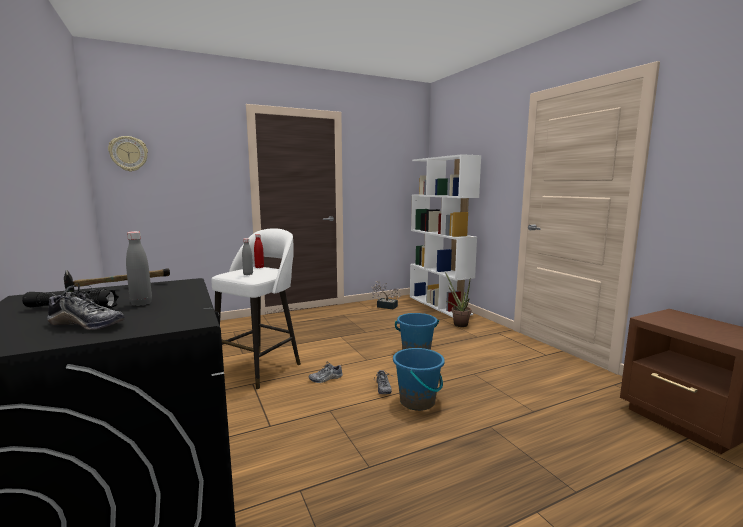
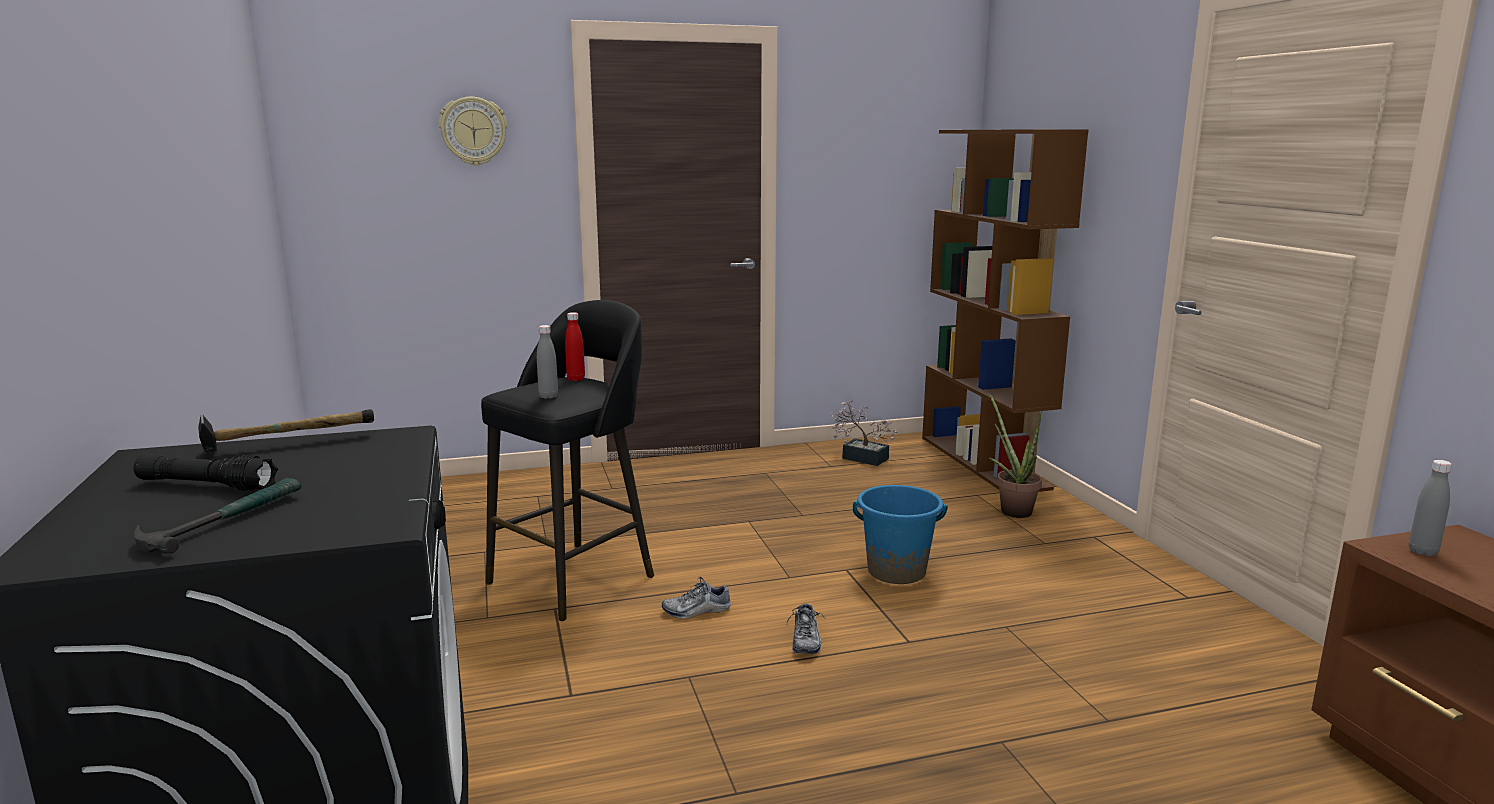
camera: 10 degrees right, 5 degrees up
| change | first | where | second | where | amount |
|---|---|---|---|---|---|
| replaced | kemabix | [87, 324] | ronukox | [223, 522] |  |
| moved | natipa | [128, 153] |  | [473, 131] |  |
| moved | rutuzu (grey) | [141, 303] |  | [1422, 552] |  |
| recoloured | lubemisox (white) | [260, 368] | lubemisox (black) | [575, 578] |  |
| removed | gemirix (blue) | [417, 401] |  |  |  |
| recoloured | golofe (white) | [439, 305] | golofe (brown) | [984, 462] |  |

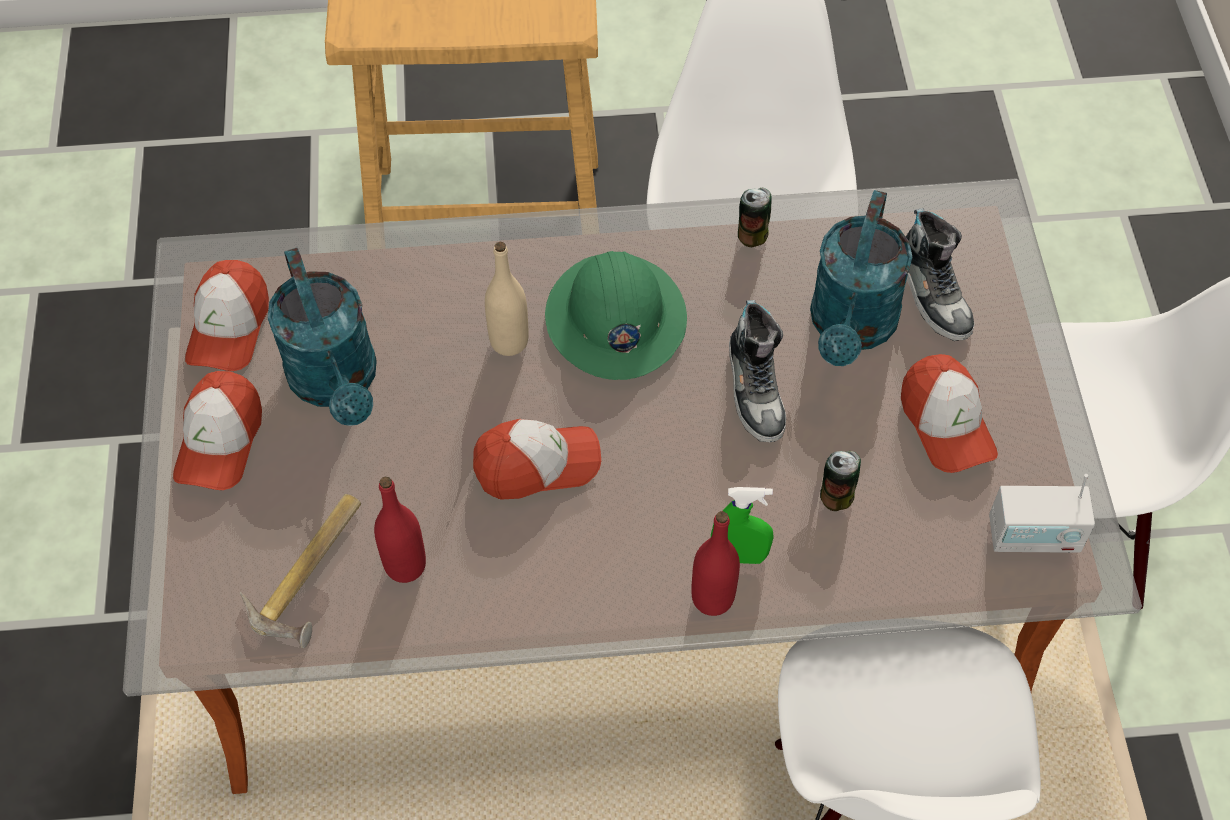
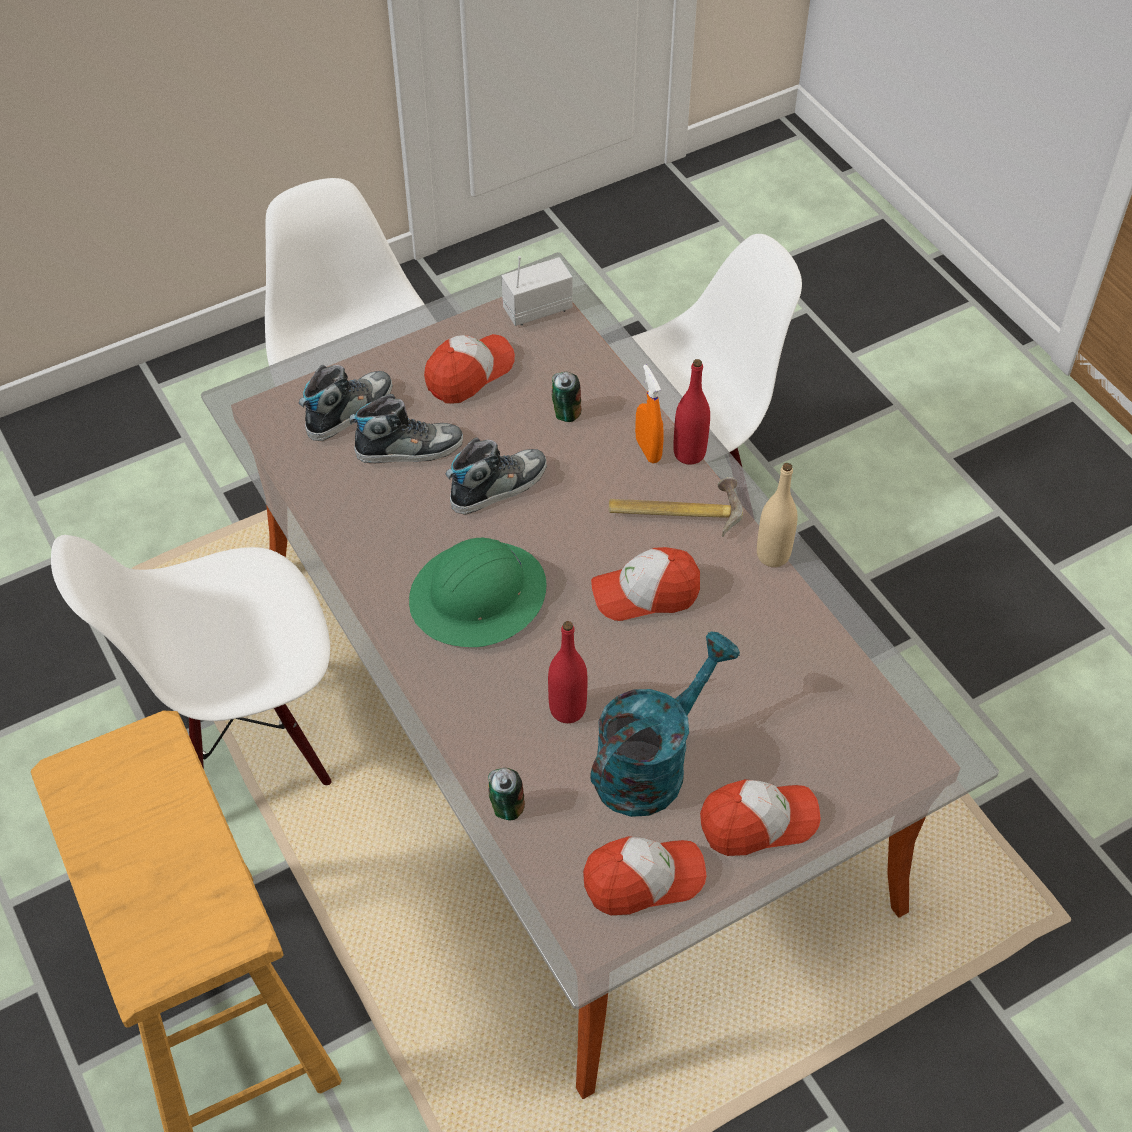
camera: 115 degrees left, 5 degrees down
| change | first | where | second | where | amount |
|---|---|---|---|---|---|
| moved | ronukox | [314, 572] |  | [675, 510] |  |
| moved | rutuzu (red) | [405, 565] |  | [567, 709] |  |
| turned | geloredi | [537, 465] |  | [645, 593] | 60 degrees counterclockwise |
| moved | rutuzu (beige) | [509, 341] |  | [773, 555] |  |
| recoloured | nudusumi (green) | [739, 556] | nudusumi (orange) | [648, 450] |  |
| moved | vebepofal | [752, 235] |  | [506, 808] |  |
| replaced | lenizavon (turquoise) | [851, 328] | kemabix | [409, 448] |  |
| turned | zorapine | [1034, 536] |  | [537, 309] | 90 degrees counterclockwise |

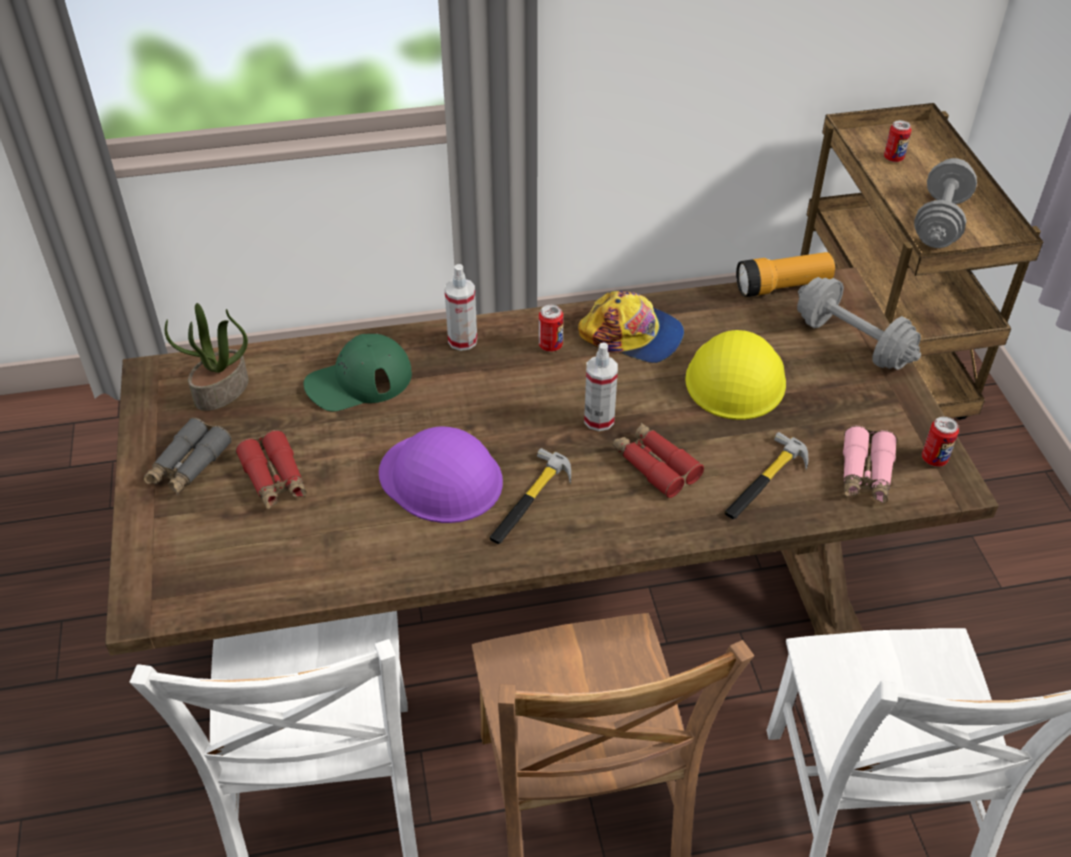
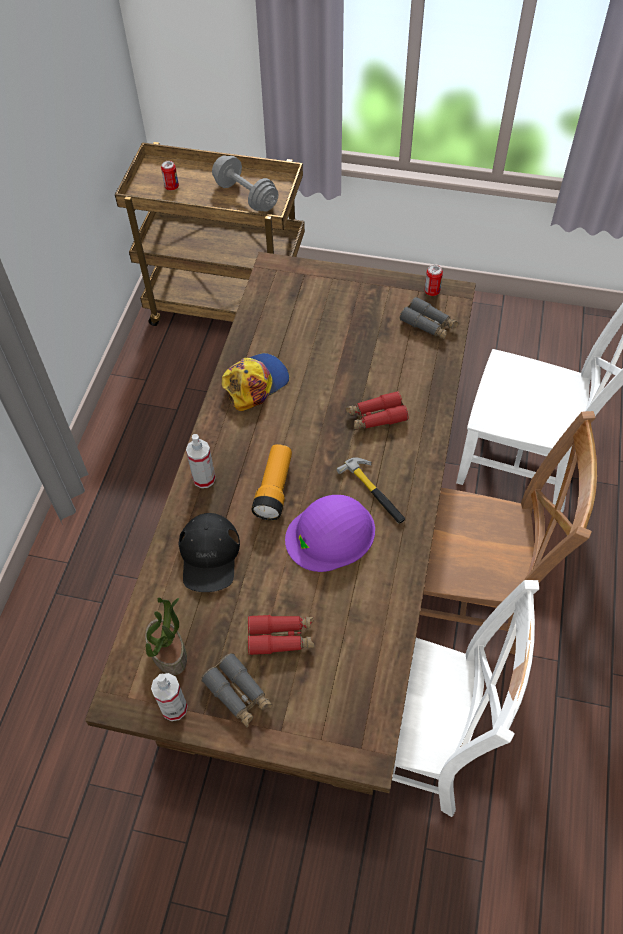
camera: 65 degrees left, 10 degrees up
| change | first | where | second | where | amount |
|---|---|---|---|---|---|
| recoloured | geloredi (green) | [358, 381] | geloredi (black) | [209, 556] |  |
| removed | vebepofal | [550, 345] |  |  |  |
| moved | nudusumi | [599, 420] |  | [174, 708] |  |
| removed | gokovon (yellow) | [735, 378] |  |  |  |
| removed | ronukox | [764, 482] |  |  |  |
| moved | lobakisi | [783, 286] |  | [274, 489] |  |
| removed | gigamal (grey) | [852, 342] |  |  |  |
| recoloured | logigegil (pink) | [865, 473] | logigegil (grey) | [428, 324] |  |

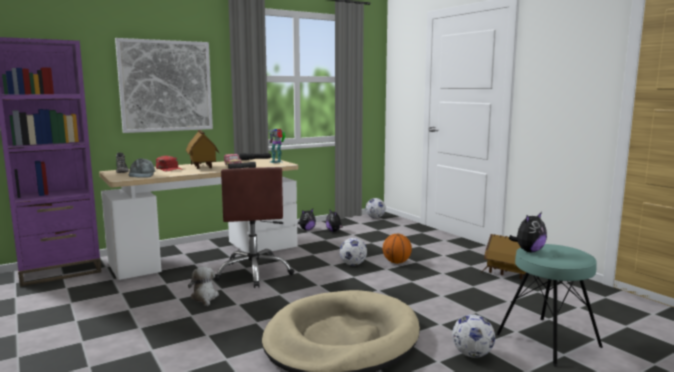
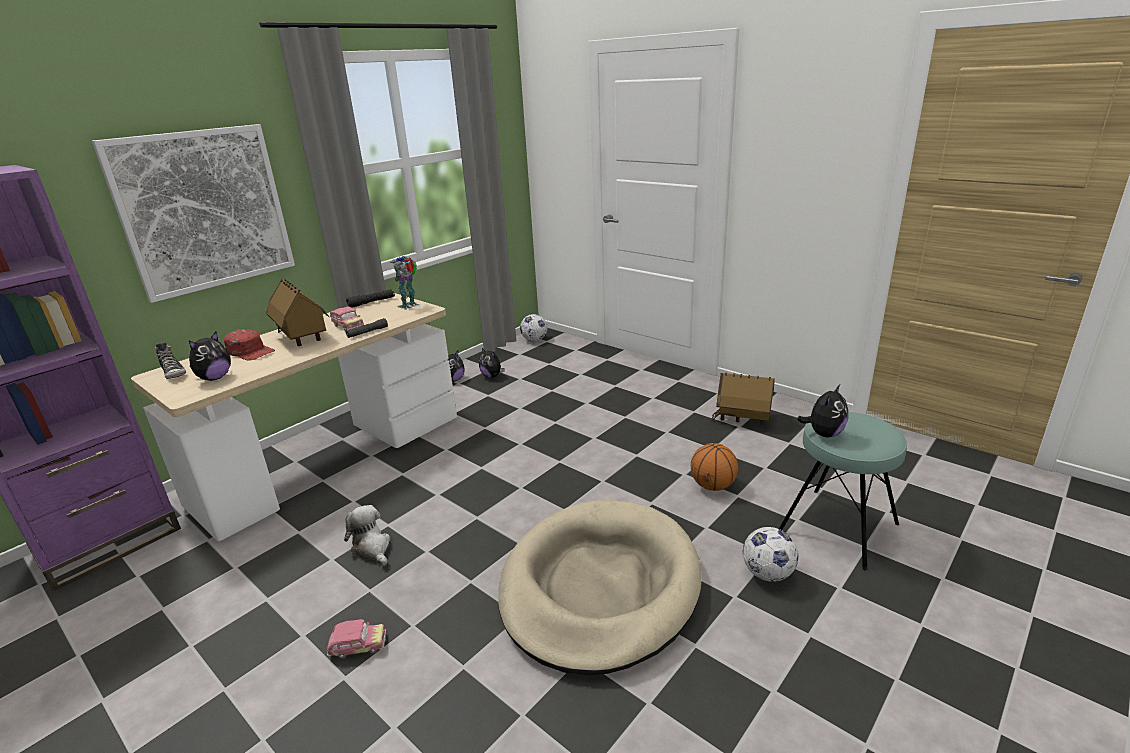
camera: 15 degrees left, 15 degrees up
| change | first | where | second | where | amount |
|---|---|---|---|---|---|
| replaced | geloredi (grey) | [142, 175] | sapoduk | [214, 378] |  |
| removed | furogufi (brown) | [254, 273] |  |  |  |
| removed | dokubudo | [353, 264] |  |  |  |
| moved | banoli | [396, 262] |  | [713, 486] |  |
| added |  |  | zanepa | [358, 647] |  |

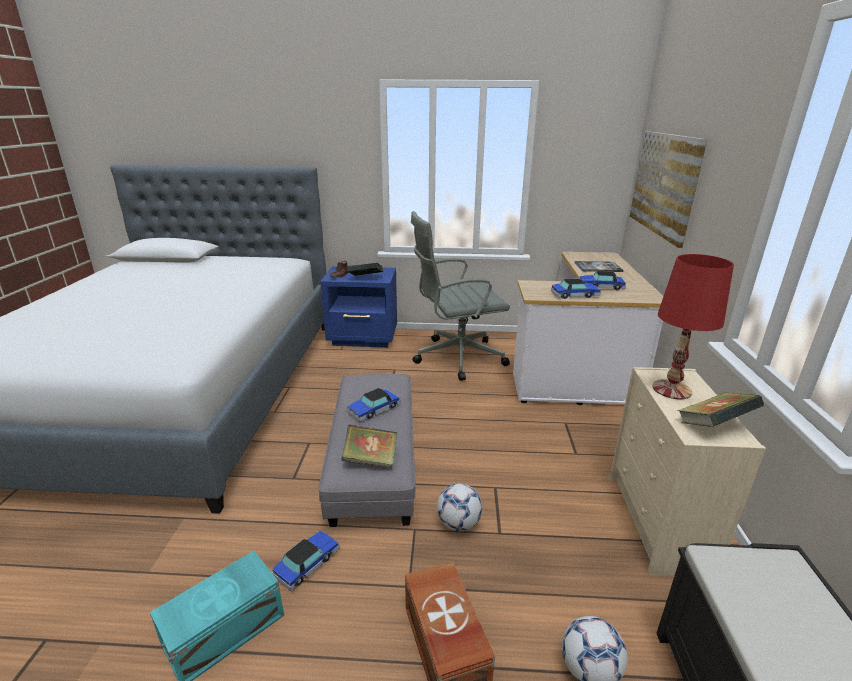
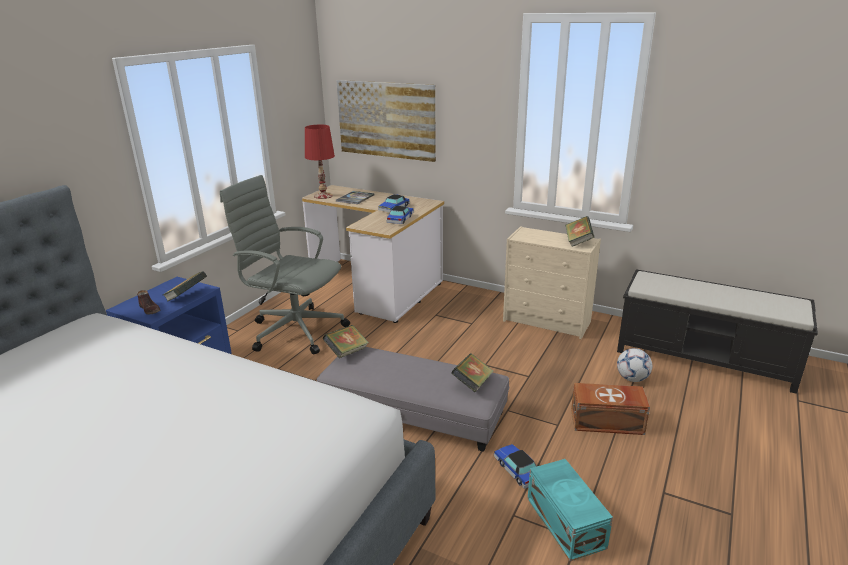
camera: 65 degrees left, 0 degrees up
| change | first | where | second | where | amount |
|---|---|---|---|---|---|
| removed | zanepa | [374, 409] |  |  |  |
| turned | furogufi (grey) | [456, 357] |  | [295, 330] | 105 degrees clockwise |
| removed | dokubudo | [458, 523] |  |  |  |
| moved | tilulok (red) | [671, 389] |  | [323, 196] |  |
| added |  |  | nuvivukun | [347, 352] |  |

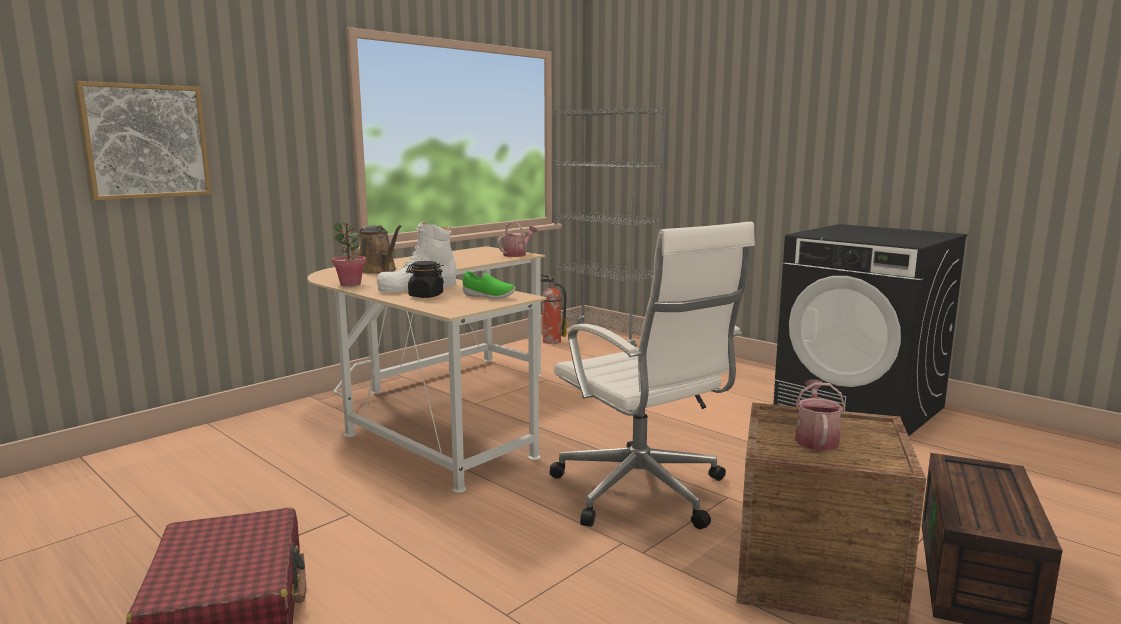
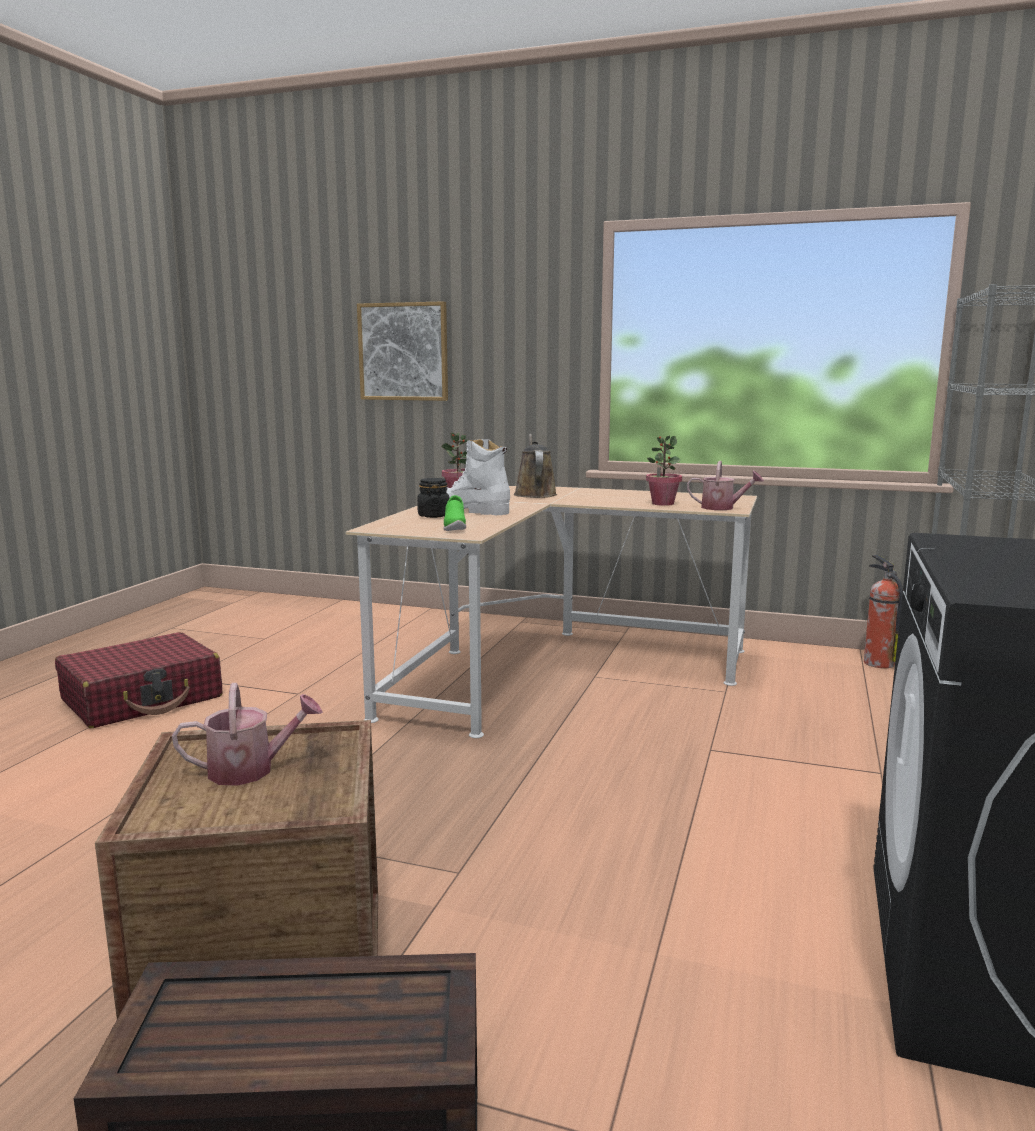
camera: 65 degrees right, 0 degrees up
| change | first | where | second | where | amount |
|---|---|---|---|---|---|
| turned | lenizavon (brown) | [379, 271] |  | [534, 494] | 150 degrees clockwise |
| removed | furogufi (white) | [642, 493] |  |  |  |
| added |  |  | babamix | [662, 503] |  |

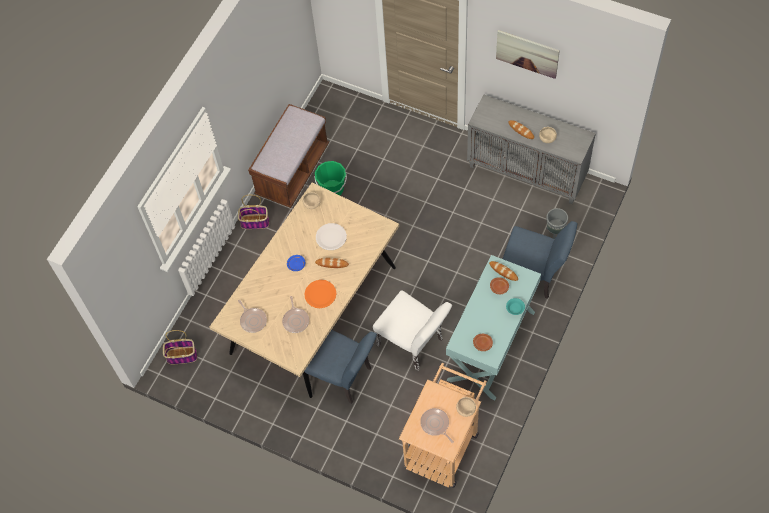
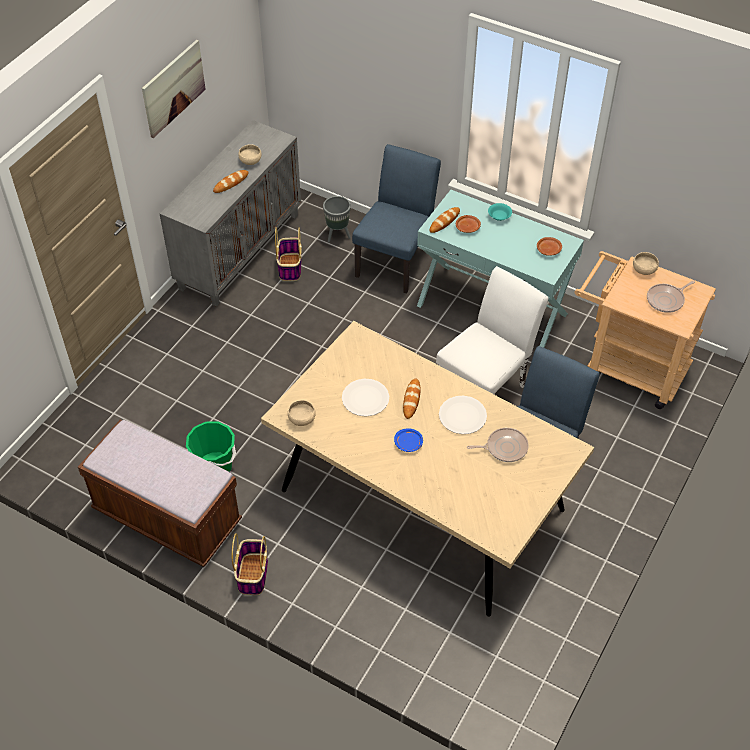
camera: 90 degrees left, 10 degrees down
| change | first | where | second | where | amount |
|---|---|---|---|---|---|
| moved | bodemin | [182, 355] |  | [290, 267] |  |
| removed | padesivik | [253, 320] |  |  |  |
| recoloured | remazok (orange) | [320, 294] | remazok (white) | [462, 416] |  |

